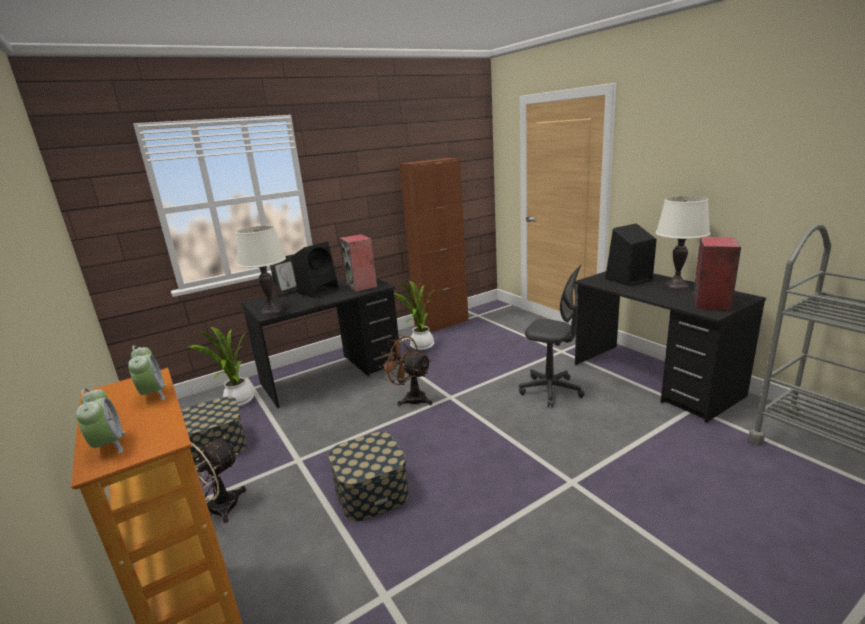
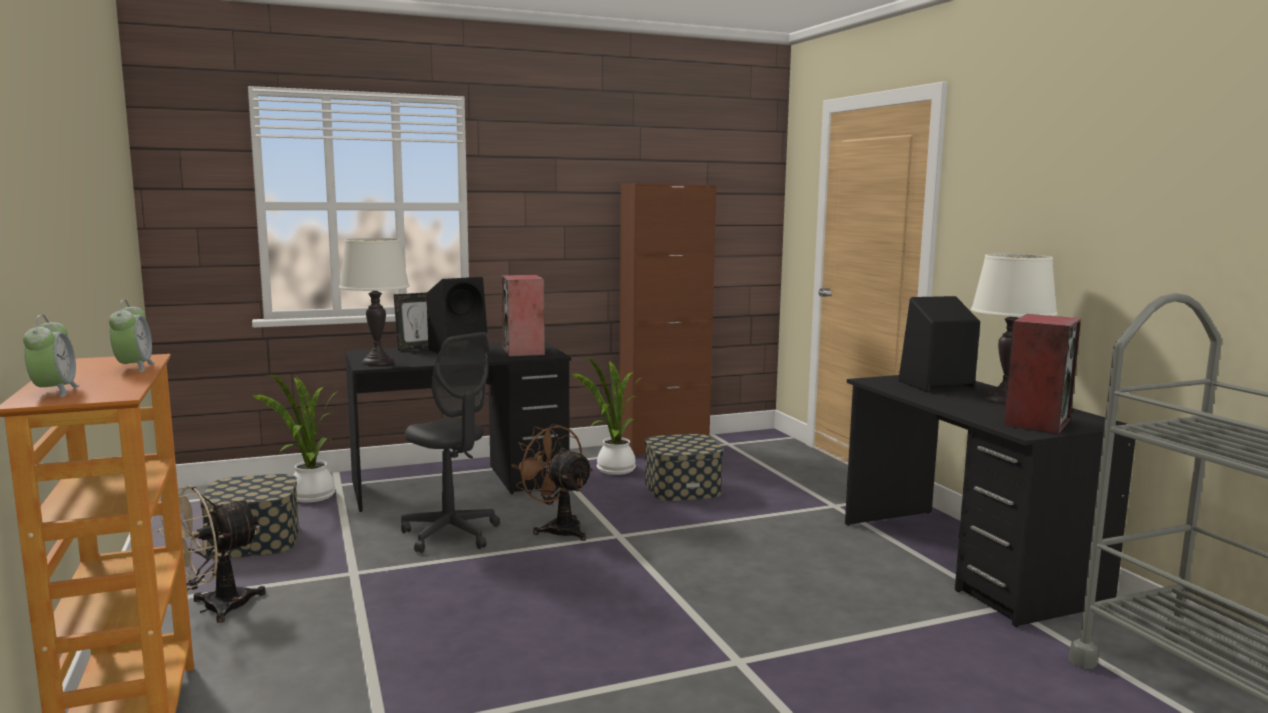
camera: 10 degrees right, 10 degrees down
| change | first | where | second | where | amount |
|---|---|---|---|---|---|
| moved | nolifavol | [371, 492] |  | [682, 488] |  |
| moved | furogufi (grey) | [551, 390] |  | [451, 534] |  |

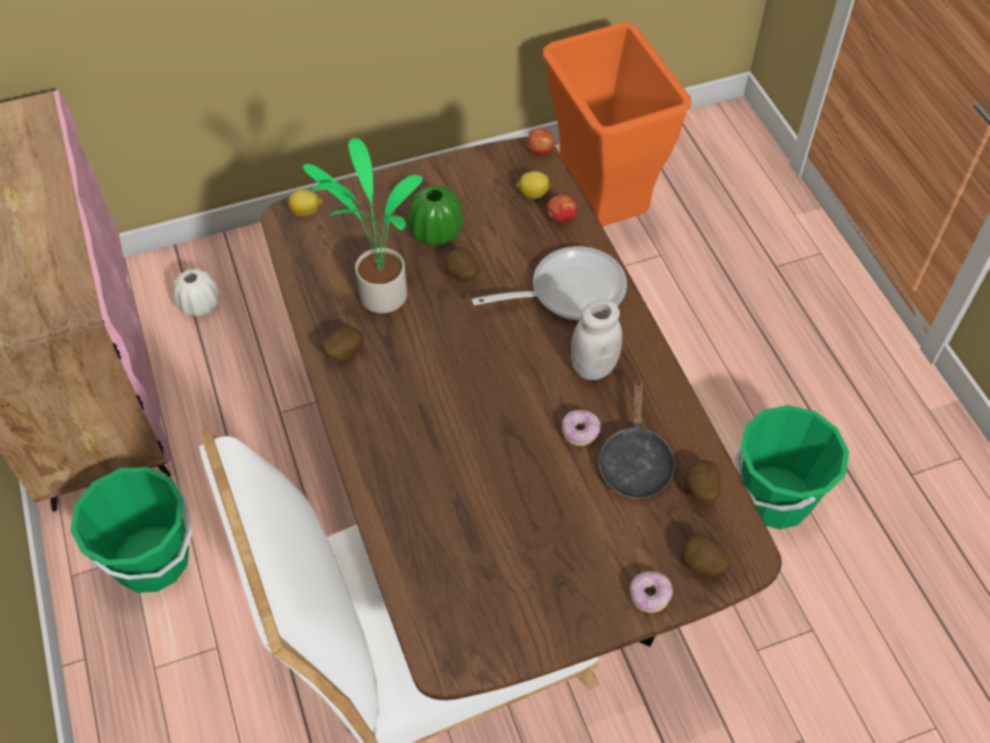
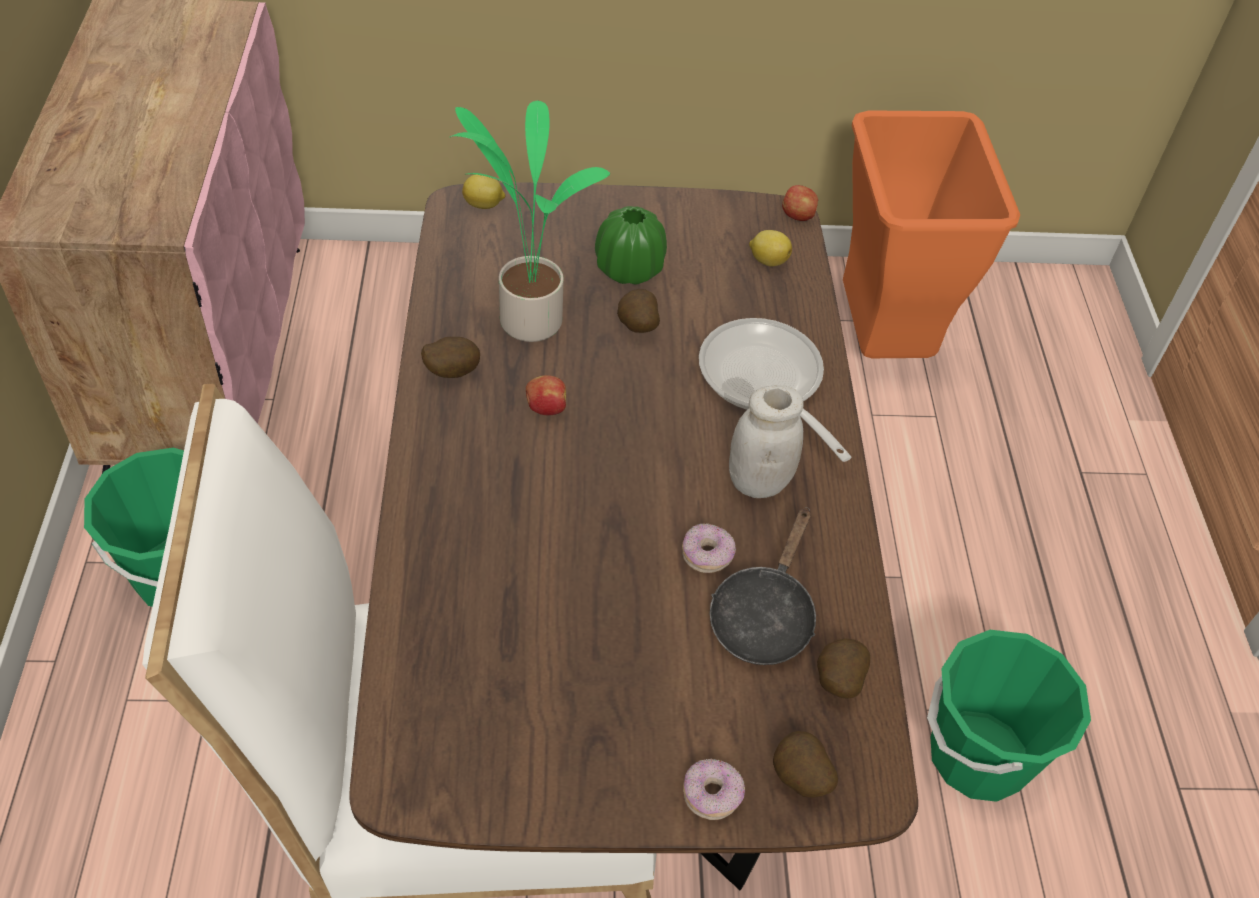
camera: 15 degrees right, 5 degrees down
| change | first | where | second | where | amount |
|---|---|---|---|---|---|
| removed | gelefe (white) | [199, 304] |  |  |  |
| turned | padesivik | [568, 291] |  | [765, 383] | 120 degrees counterclockwise |
| moved | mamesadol | [560, 218] |  | [545, 408] |  |

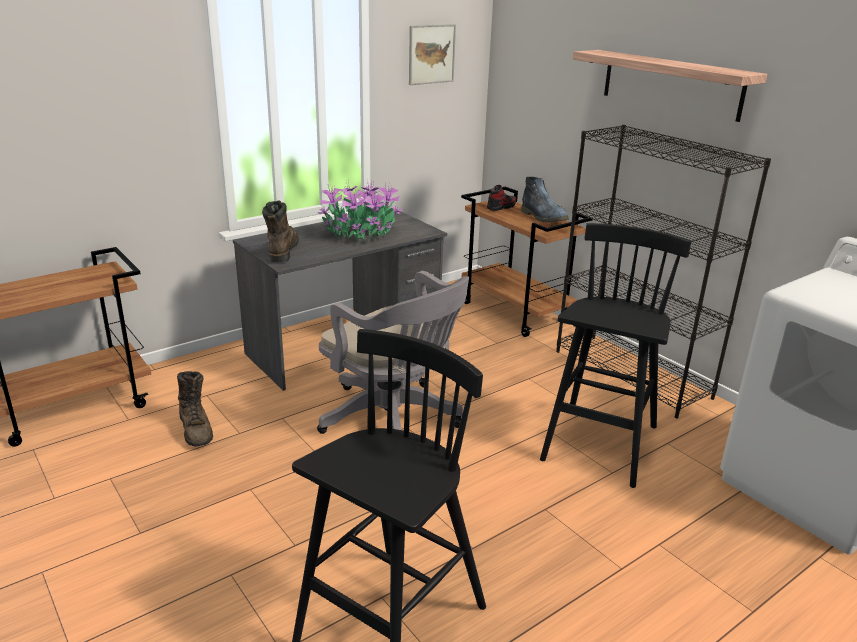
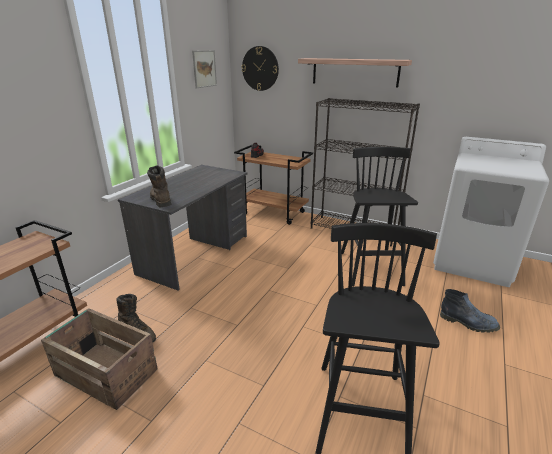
camera: 25 degrees left, 0 degrees up
| change | first | where | second | where | amount |
|---|---|---|---|---|---|
| removed | furogufi (grey) | [395, 421] |  |  |  |
| removed | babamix | [362, 234] |  |  |  |
| moved | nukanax | [544, 218] |  | [468, 323] |  |
| added |  |  | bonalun | [106, 372] |  |
| added |  |  | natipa | [260, 68] |  |

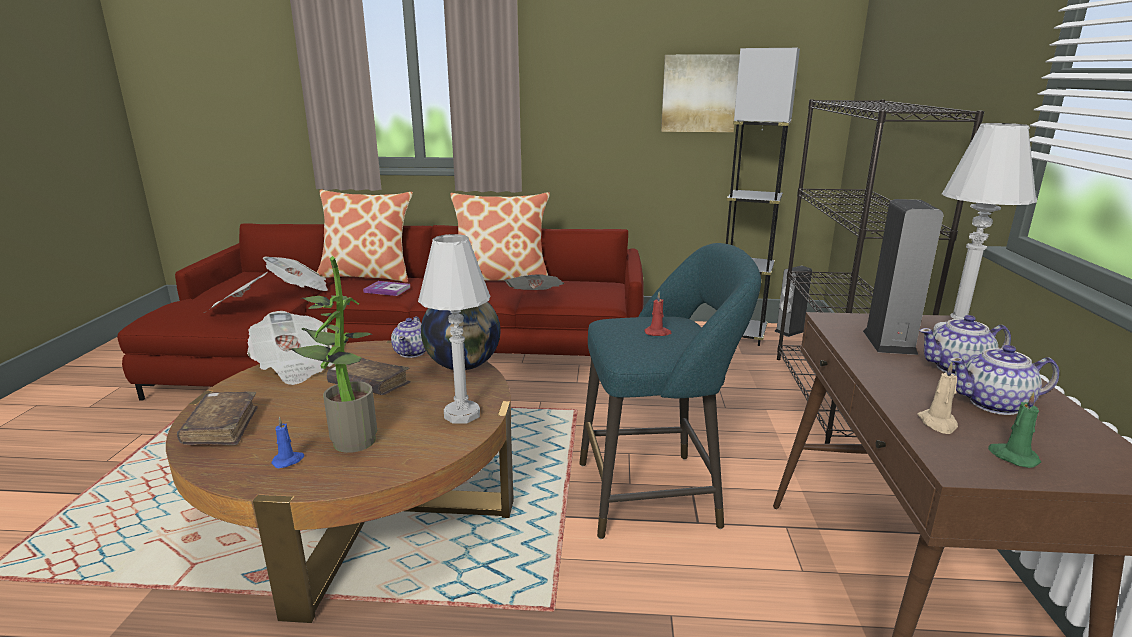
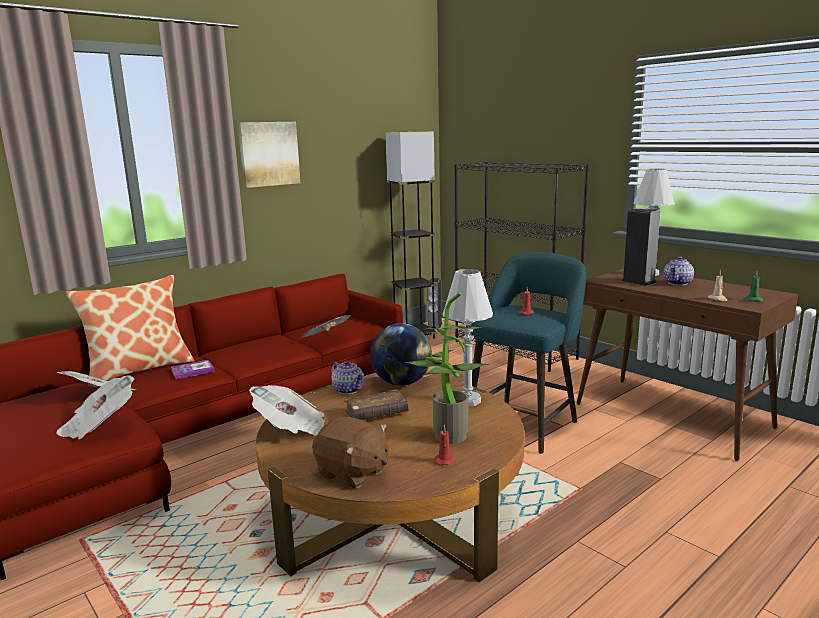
camera: 45 degrees left, 5 degrees down
| change | first | where | second | where | amount |
|---|---|---|---|---|---|
| replaced | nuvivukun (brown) | [222, 428] | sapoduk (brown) | [352, 473] |  |
| recoloured | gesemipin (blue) | [288, 461] | gesemipin (red) | [444, 460] |  |
| removed | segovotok | [501, 279] |  |  |  |
| moved | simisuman | [699, 93] |  | [268, 154] |  |
| removed | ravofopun | [995, 404] |  |  |  |

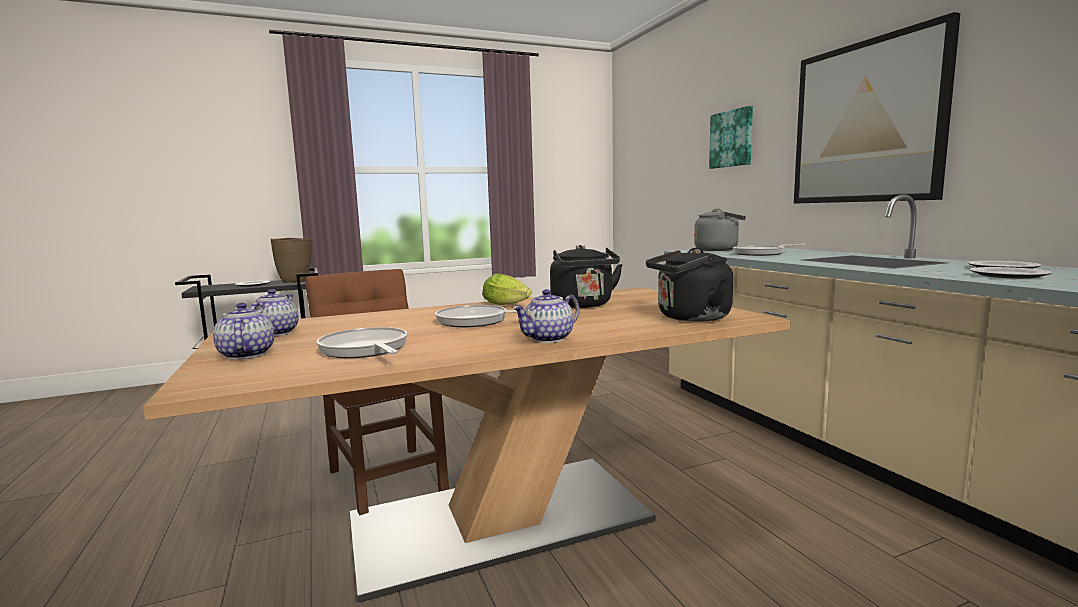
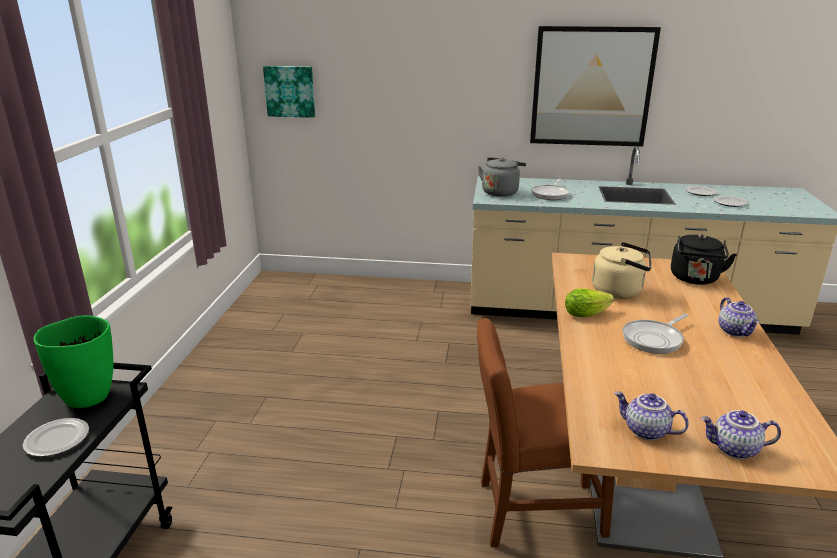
camera: 60 degrees left, 15 degrees up
| change | first | where | second | where | amount |
|---|---|---|---|---|---|
| recoloured | gelefe (brown) | [295, 281] | gelefe (green) | [88, 396] |  |
| removed | padesivik | [365, 350] |  |  |  |
| recoloured | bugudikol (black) | [583, 305] | bugudikol (beige) | [620, 291] |  |
| moved | simisuman | [732, 139] |  | [290, 91] |  |

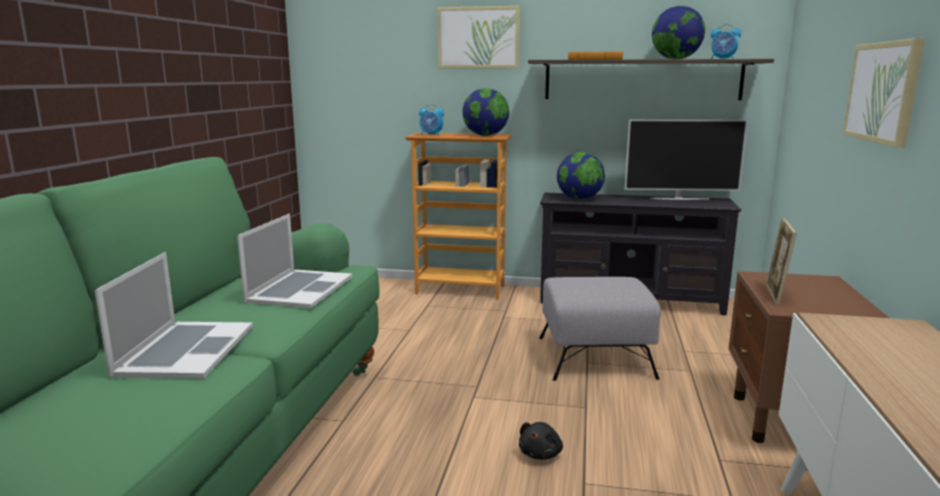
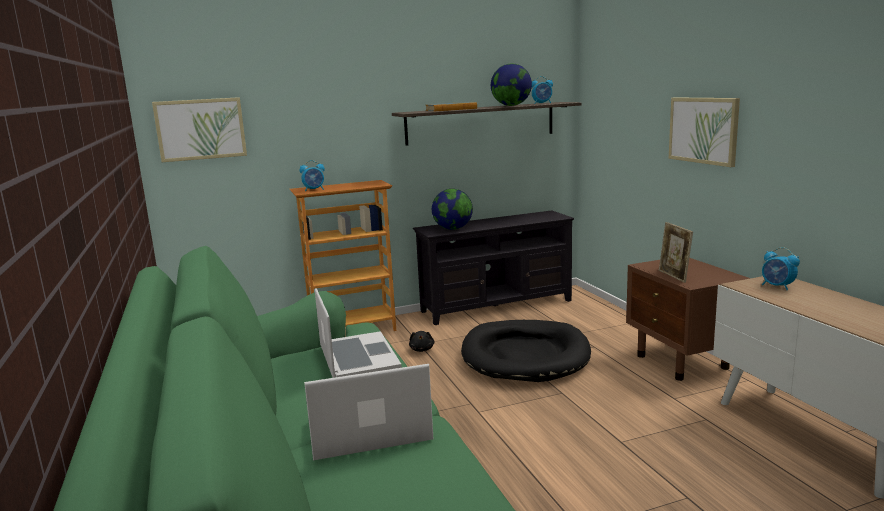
camera: 30 degrees left, 0 degrees up
| change | first | where | second | where | amount |
|---|---|---|---|---|---|
| turned | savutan | [185, 349] |  | [369, 429] | 75 degrees counterclockwise |
| moved | simisuman | [478, 38] |  | [201, 129] |  |
| removed | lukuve | [485, 135] |  |  |  |
| moved | sapoduk (black) | [541, 454] |  | [422, 349] |  |
| replaced | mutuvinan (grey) | [596, 357] | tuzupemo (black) | [525, 355] |  |
| removed | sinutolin | [679, 198] |  |  |  |
| added |  |  | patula | [777, 286] |  |

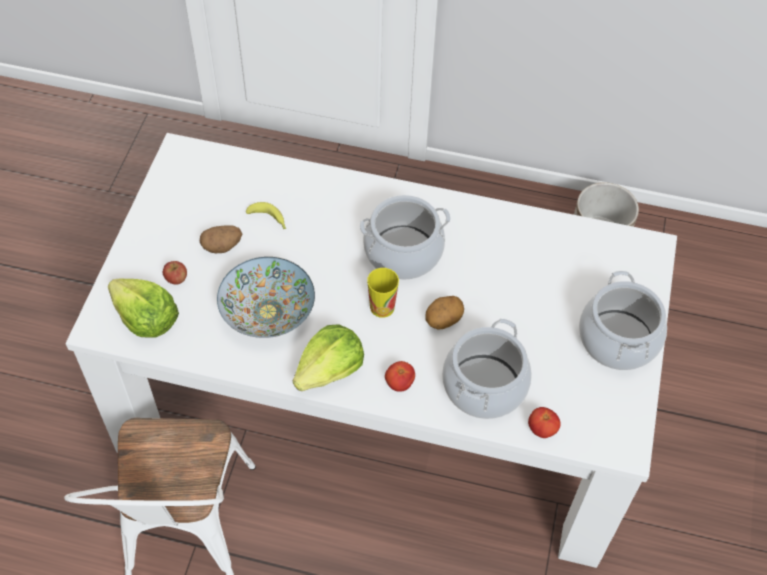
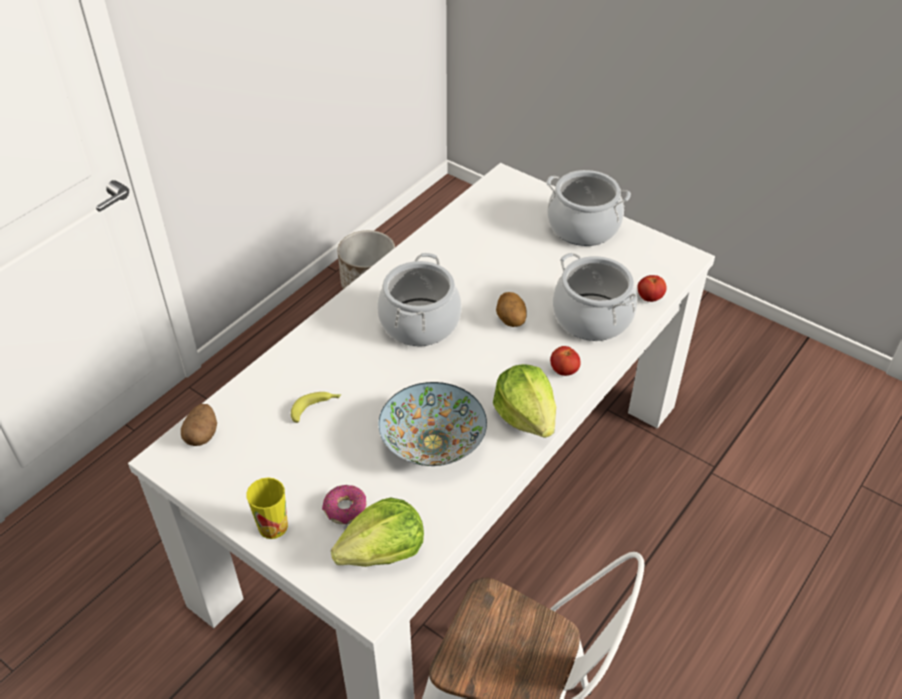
camera: 65 degrees left, 10 degrees down
| change | first | where | second | where | amount |
|---|---|---|---|---|---|
| replaced | mamesadol | [176, 279] | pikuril | [345, 509] |  |
| moved | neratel | [222, 246] |  | [202, 434] |  |
| moved | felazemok | [382, 307] |  | [273, 526] |  |

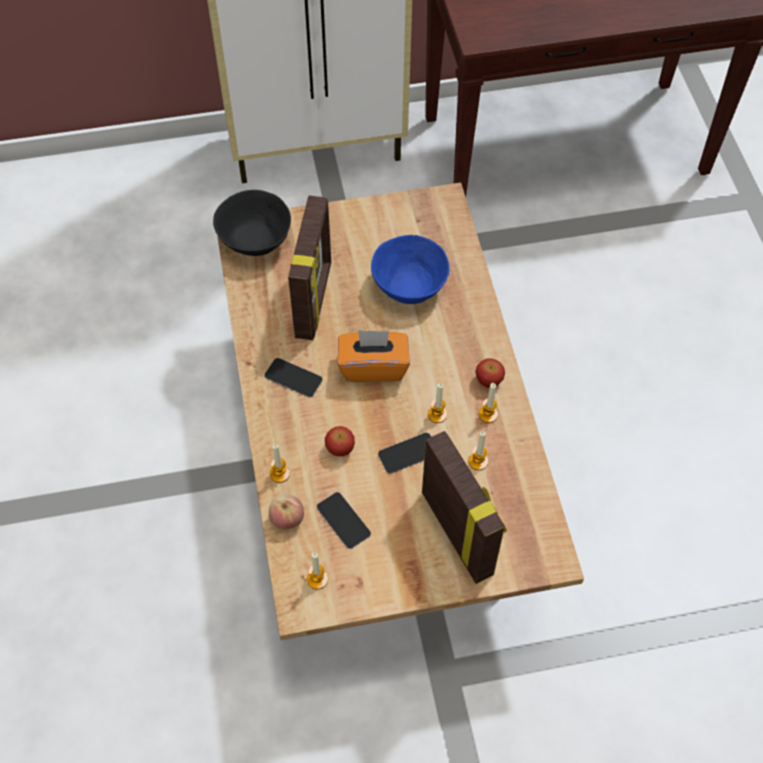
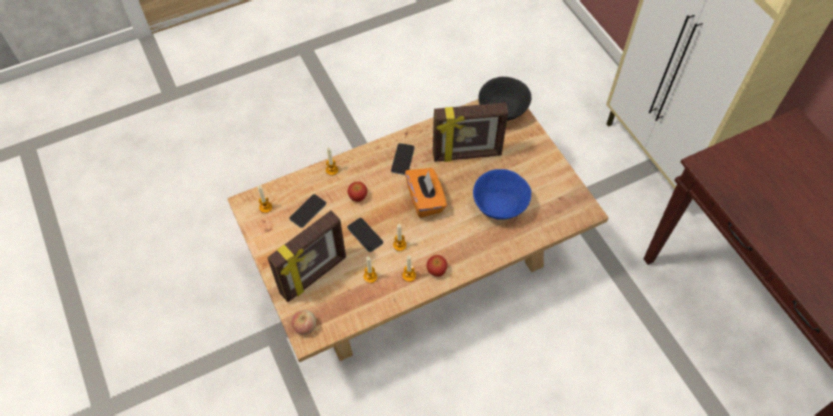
camera: 75 degrees right, 0 degrees up
| change | first | where | second | where | amount |
|---|---|---|---|---|---|
| moved | mamesadol | [287, 519] |  | [305, 326] |  |

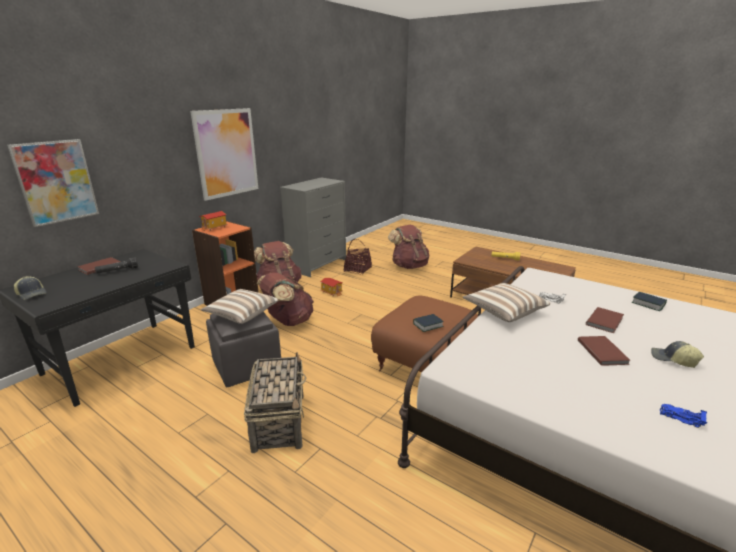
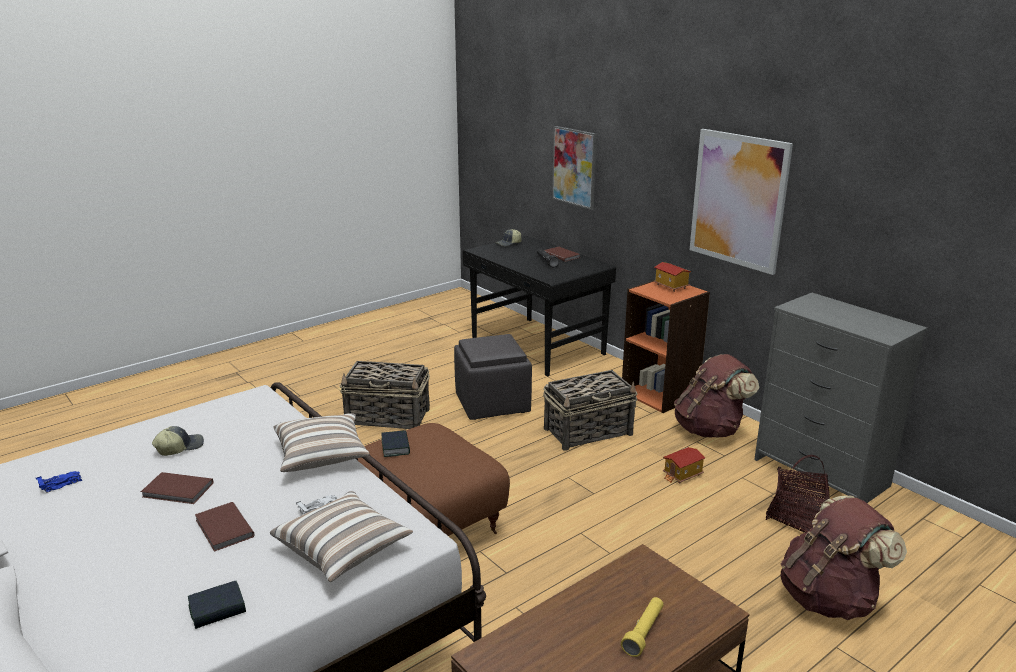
camera: 105 degrees right, 0 degrees up
| change | first | where | second | where | amount |
|---|---|---|---|---|---|
| moved | segovotok | [241, 314] |  | [343, 550] |  |
| replaced | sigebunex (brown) | [288, 321] | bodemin | [589, 431] |  |
| moved | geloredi | [673, 360] |  | [179, 447] |  |

